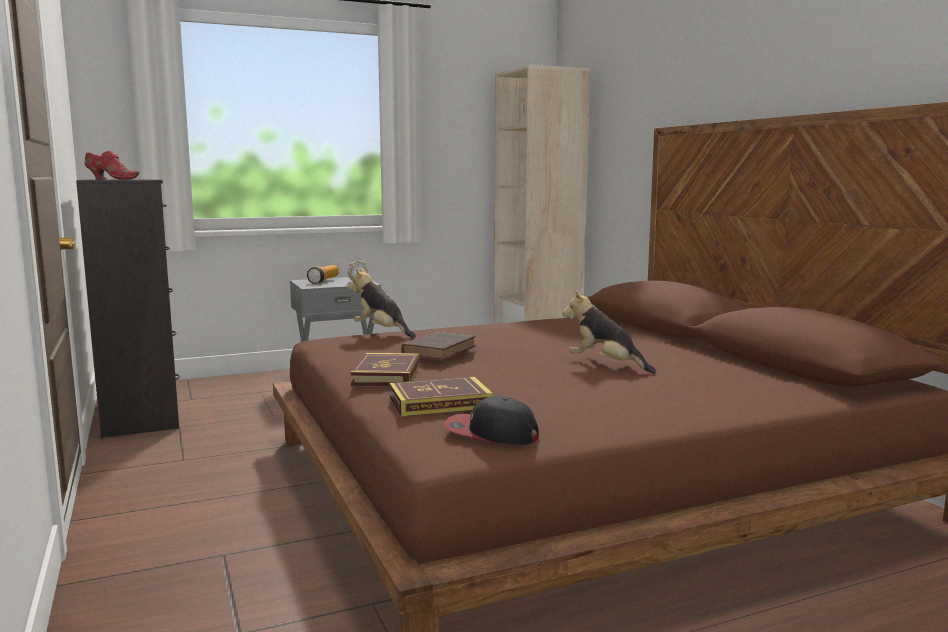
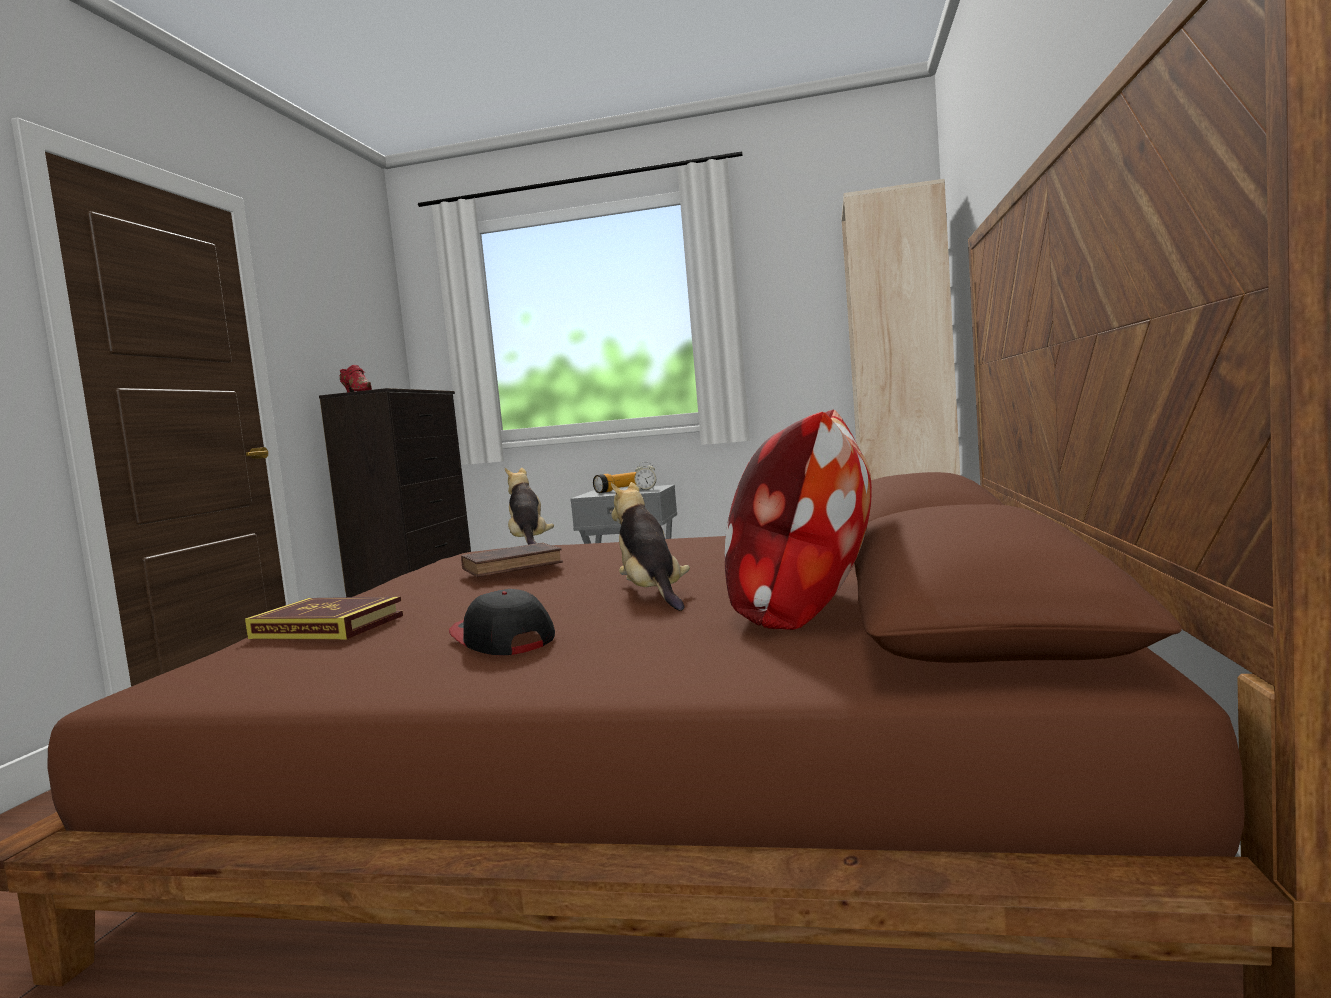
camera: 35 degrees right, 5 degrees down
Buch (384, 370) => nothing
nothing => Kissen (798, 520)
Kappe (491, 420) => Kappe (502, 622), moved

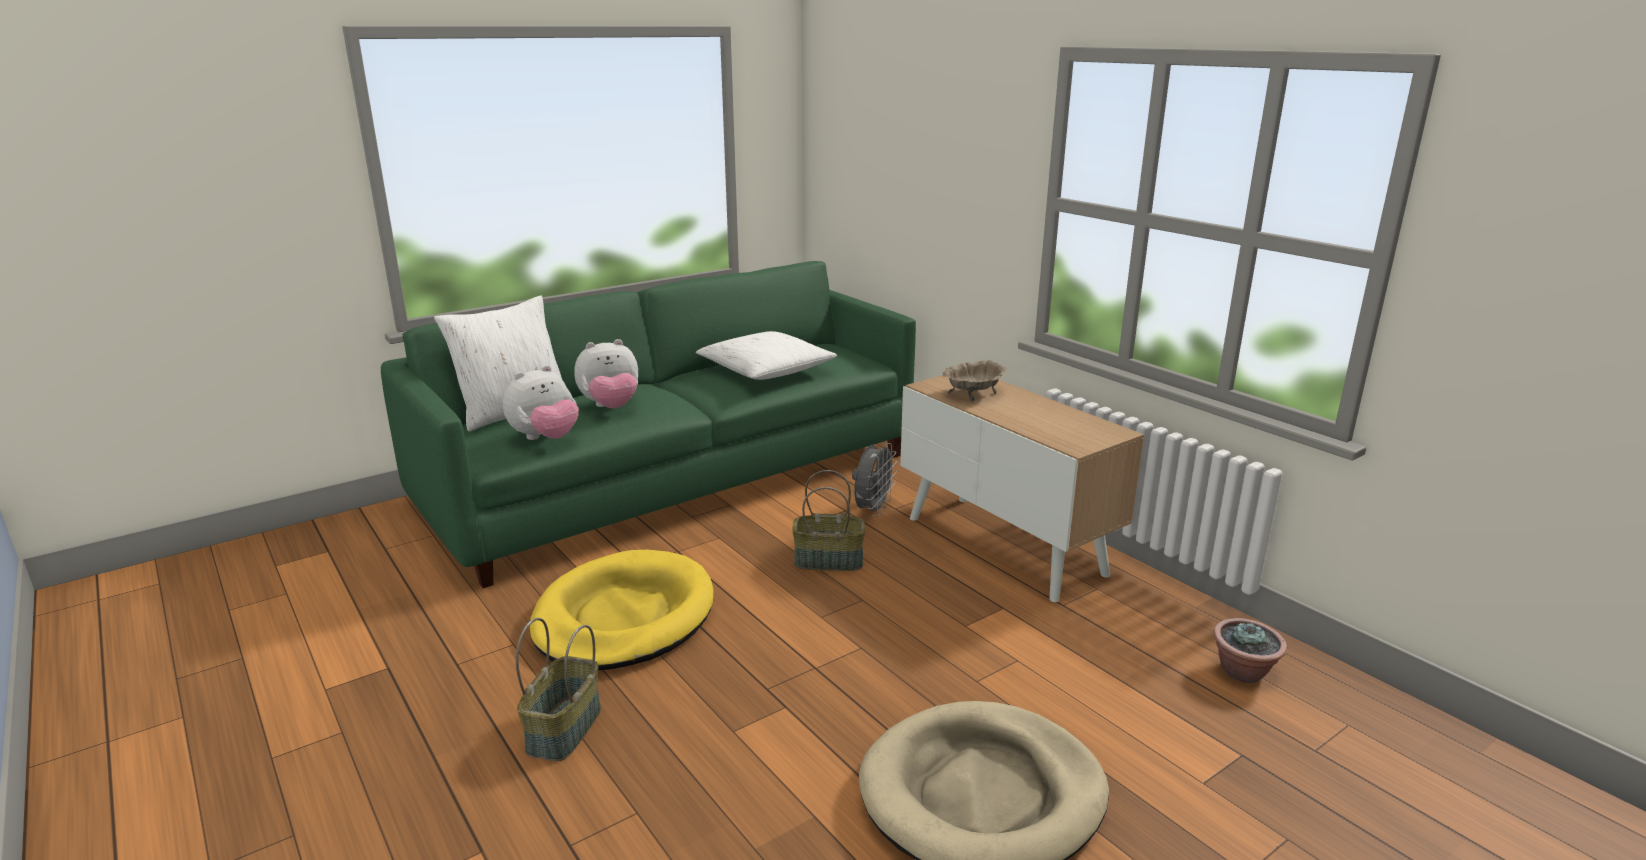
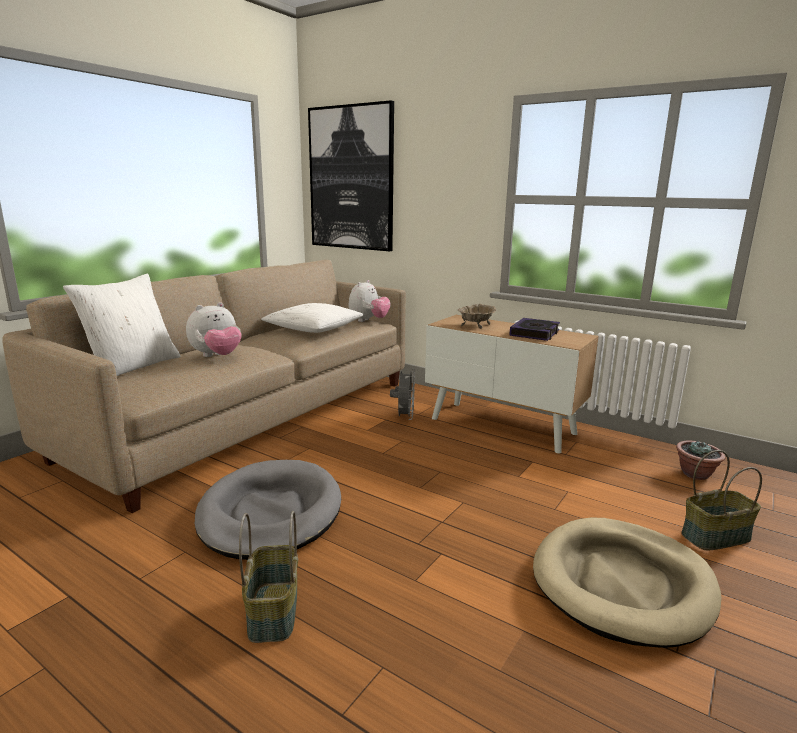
camera: 20 degrees left, 5 degrees down
nothing => Bild (351, 175)
nothing => Buch (534, 329)
Plüschtier (541, 402) => Plüschtier (370, 301), moved
Korb (828, 520) => Korb (721, 500), moved
Sofa/grün (648, 424) => Sofa/beige (204, 386)
Hundebett/gelb (621, 610) => Hundebett/grau (268, 510)

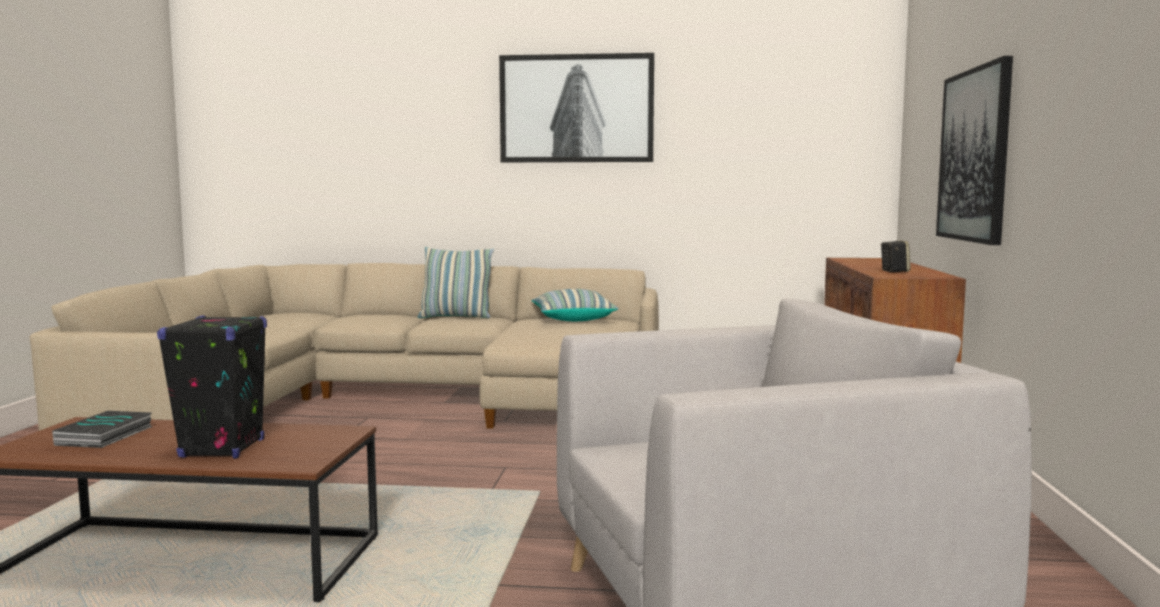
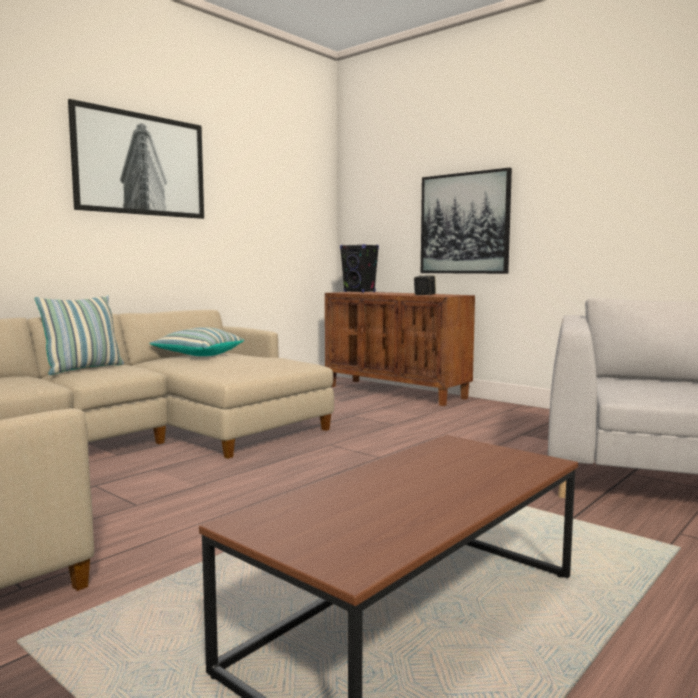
camera: 55 degrees left, 0 degrees up
Buch (102, 429) => nothing
Lautsprecher/schwarz (212, 387) => Lautsprecher/schwarz (359, 268), moved

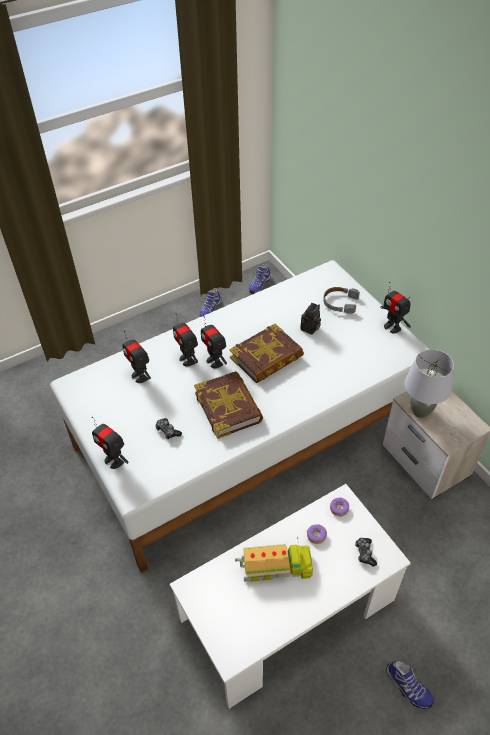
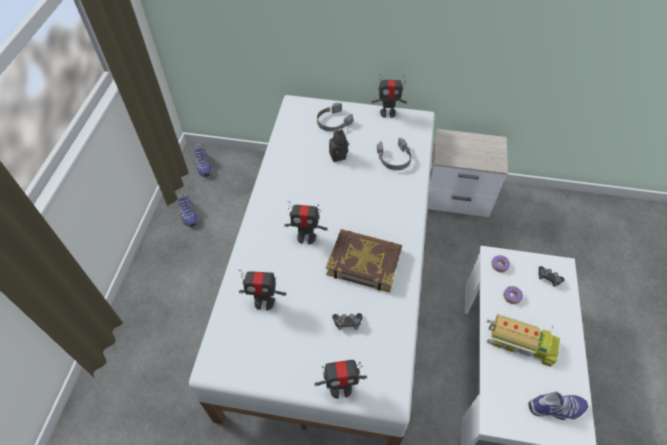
camera: 50 degrees left, 5 degrees up
Spielzeugroboter (185, 339) => nothing
Buch (266, 354) => nothing
Tischlampe/grau (429, 383) => nothing
nothing => Kopfhörer/grau (394, 154)
Schuh (410, 685) => Schuh (558, 406), moved
Spielzeuglaster (274, 559) => Spielzeuglaster (523, 340), 75 degrees clockwise

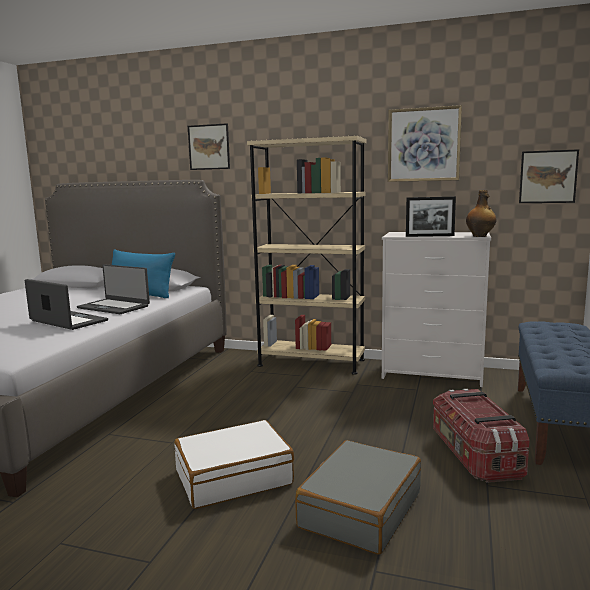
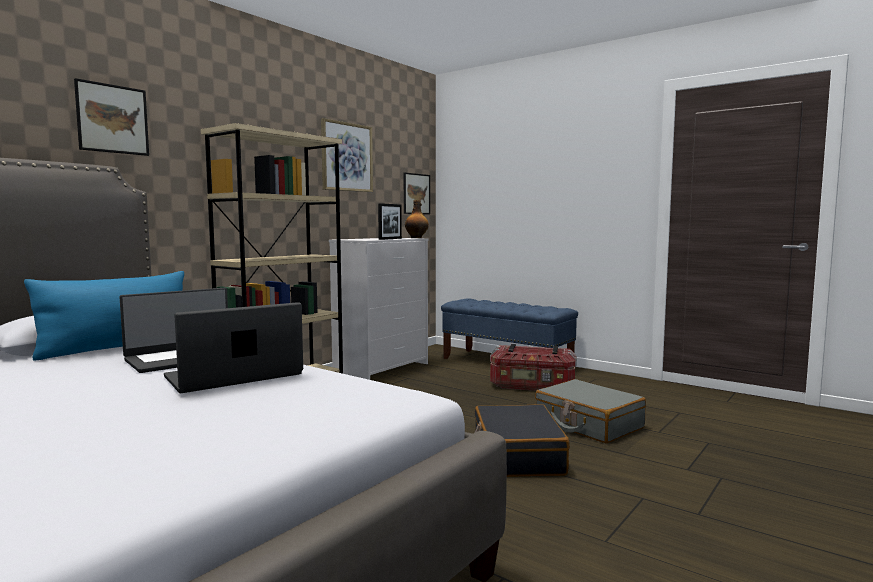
camera: 70 degrees left, 5 degrees down
Koffer/weiß (234, 464) => Koffer/schwarz (522, 441)

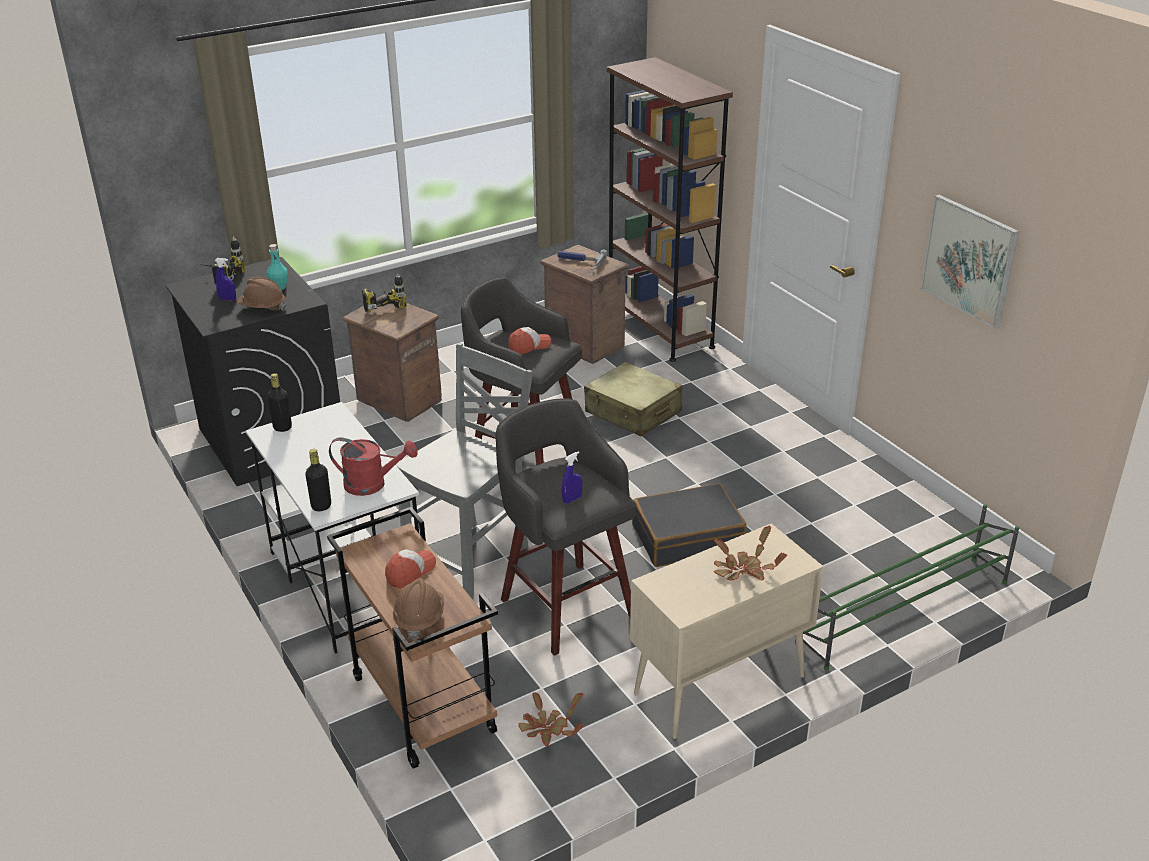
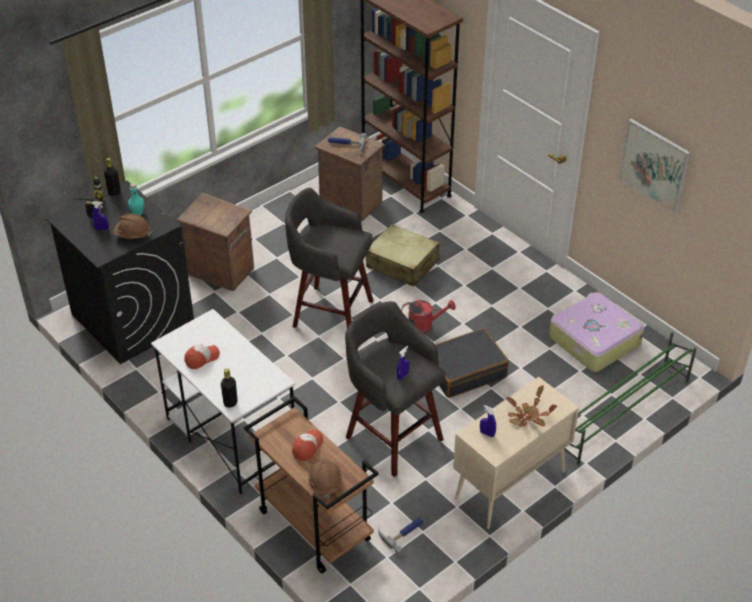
camera: 10 degrees left, 10 degrees up
Bohrmaschine (384, 292) => nothing
Stuhl/grau (464, 471) => nothing
nothing => Sprühflasche/blau (488, 421)
nothing => Koffer (596, 332)
Flasche/schwarz (279, 402) => Flasche/schwarz (112, 176), moved
Gießkanne/rot (373, 466) => Gießkanne/rot (429, 317), moved
Kappe (529, 340) => Kappe (202, 357), moved
Topfpflanze (551, 719) => Hammer (401, 536)

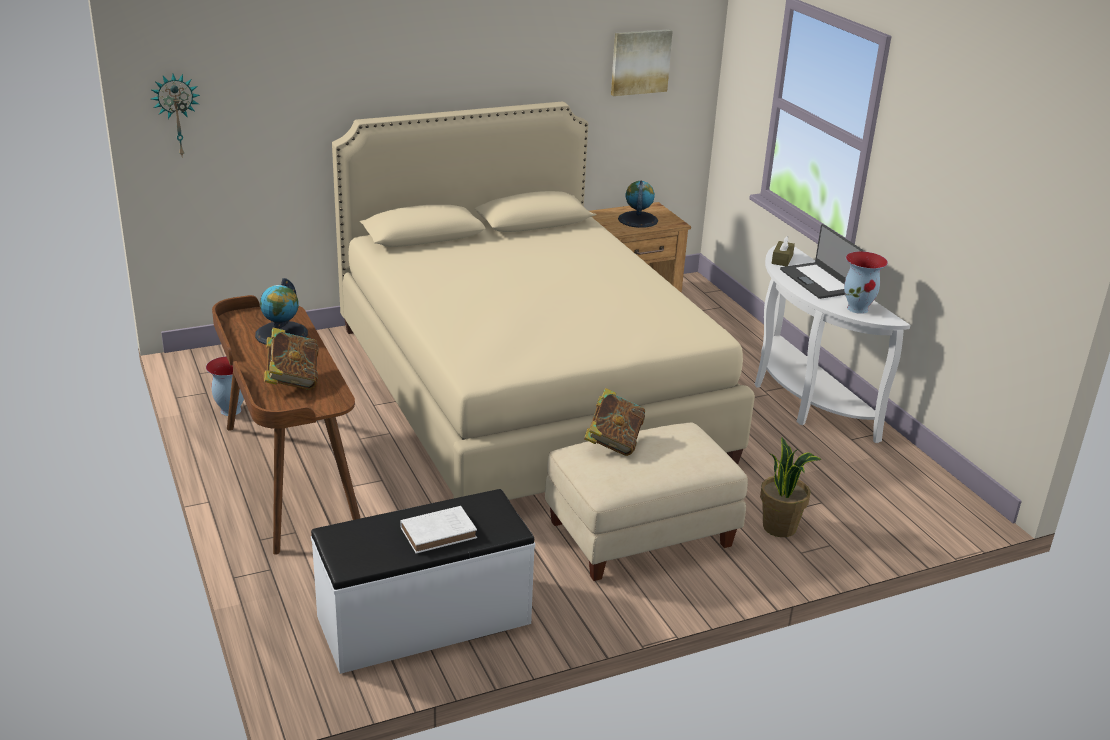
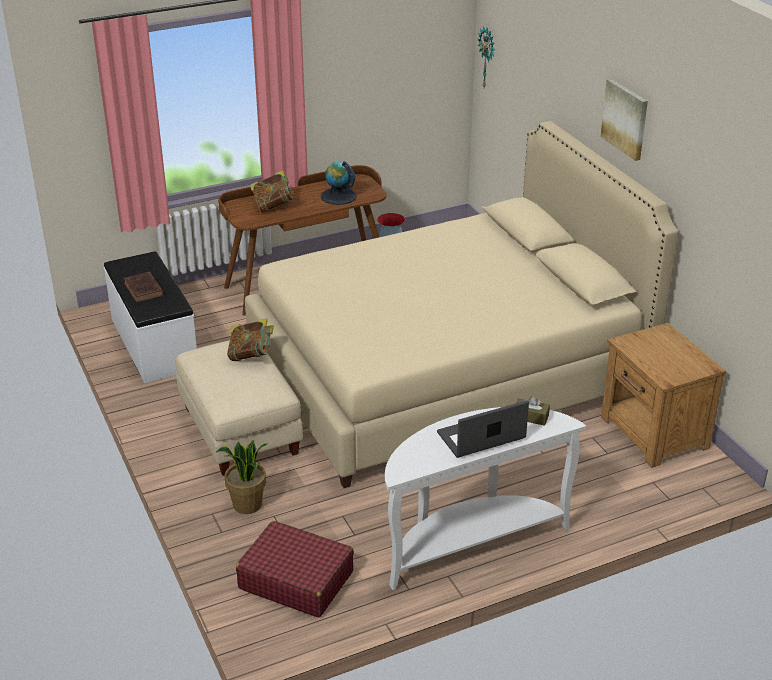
camera: 90 degrees right, 5 degrees up
Globus (638, 204) => nothing
Vase (866, 282) => nothing
nothing => Koffer/rot (295, 569)
Bild (642, 62) => Bild (624, 120), moved
Buch/weiß (438, 530) => Buch/braun (144, 287)

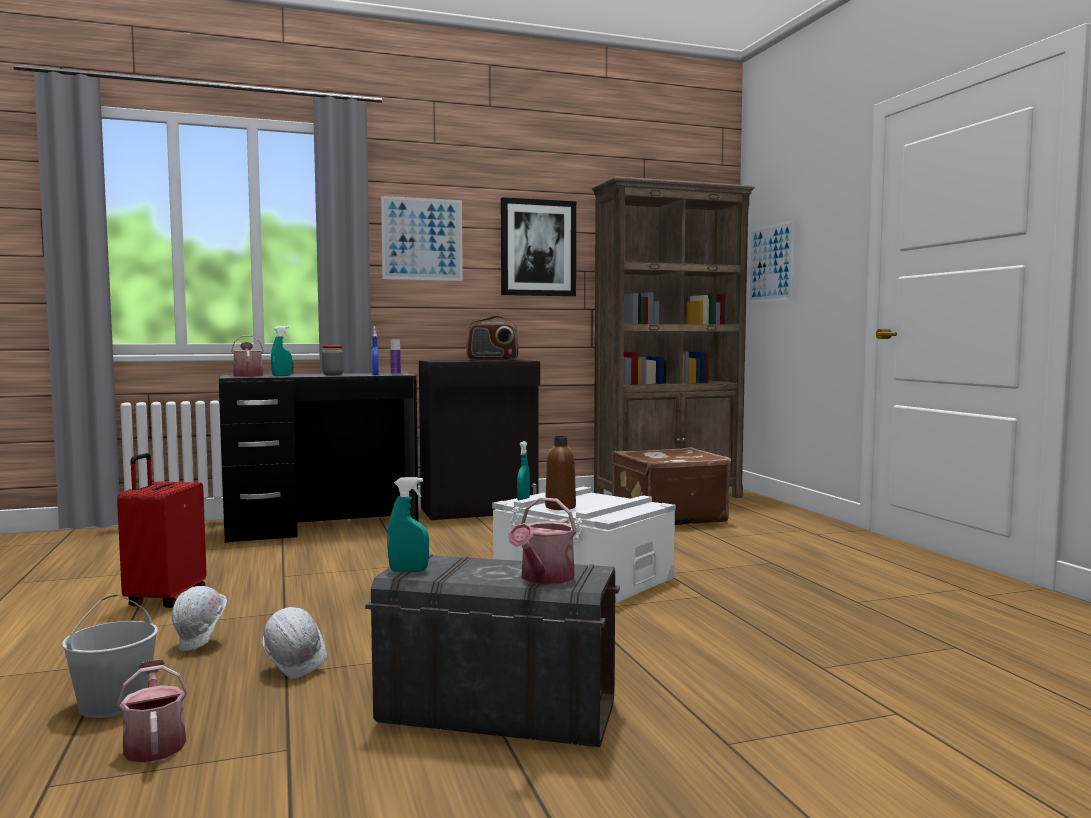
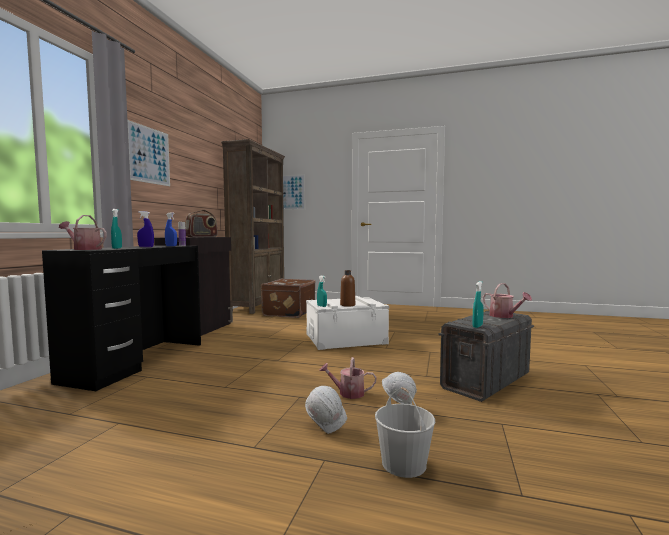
camera: 55 degrees left, 0 degrees up
Koffer/rot (162, 530) => nothing
Bild (538, 246) => nothing
Gießkanne (152, 711) => Gießkanne (348, 378), moved
Vorratsglas (332, 360) => Sprühflasche/blau (145, 229)

